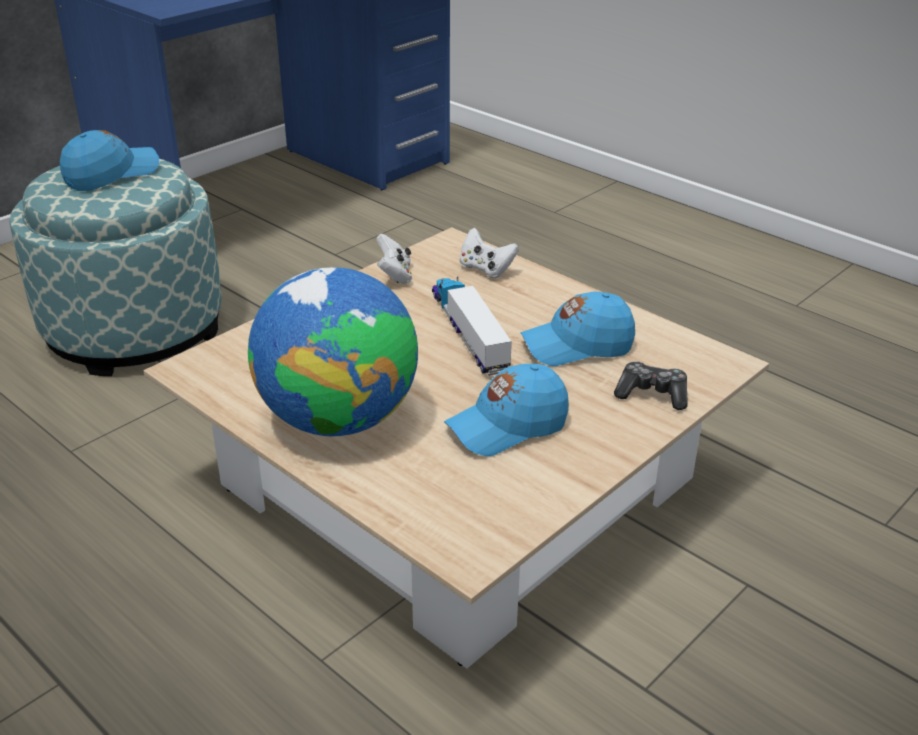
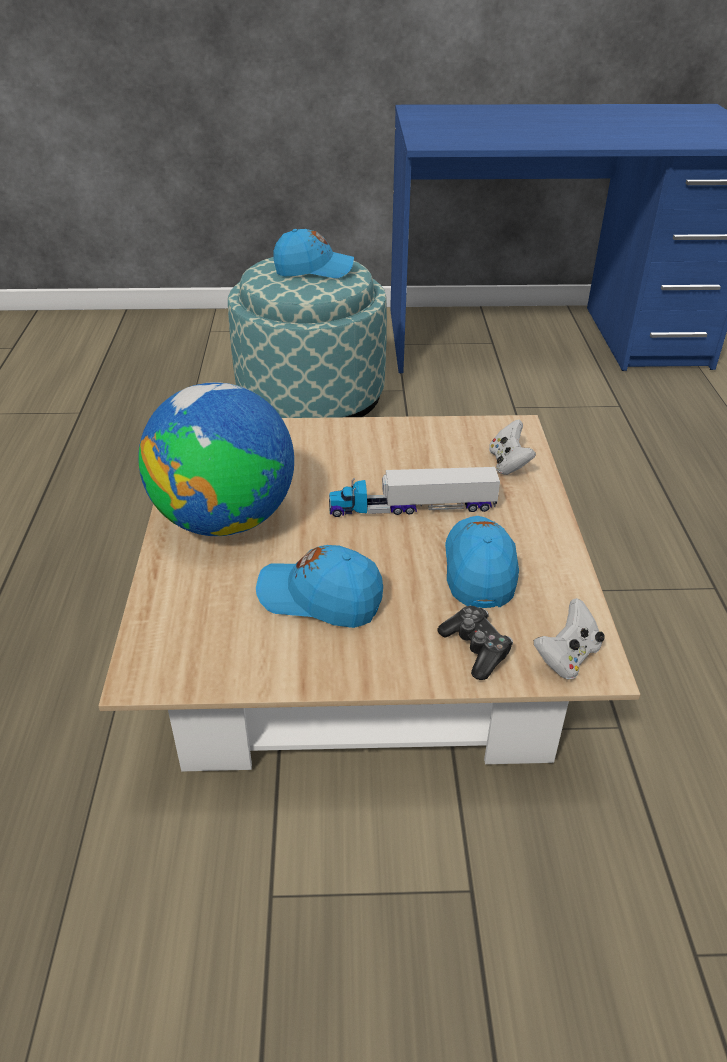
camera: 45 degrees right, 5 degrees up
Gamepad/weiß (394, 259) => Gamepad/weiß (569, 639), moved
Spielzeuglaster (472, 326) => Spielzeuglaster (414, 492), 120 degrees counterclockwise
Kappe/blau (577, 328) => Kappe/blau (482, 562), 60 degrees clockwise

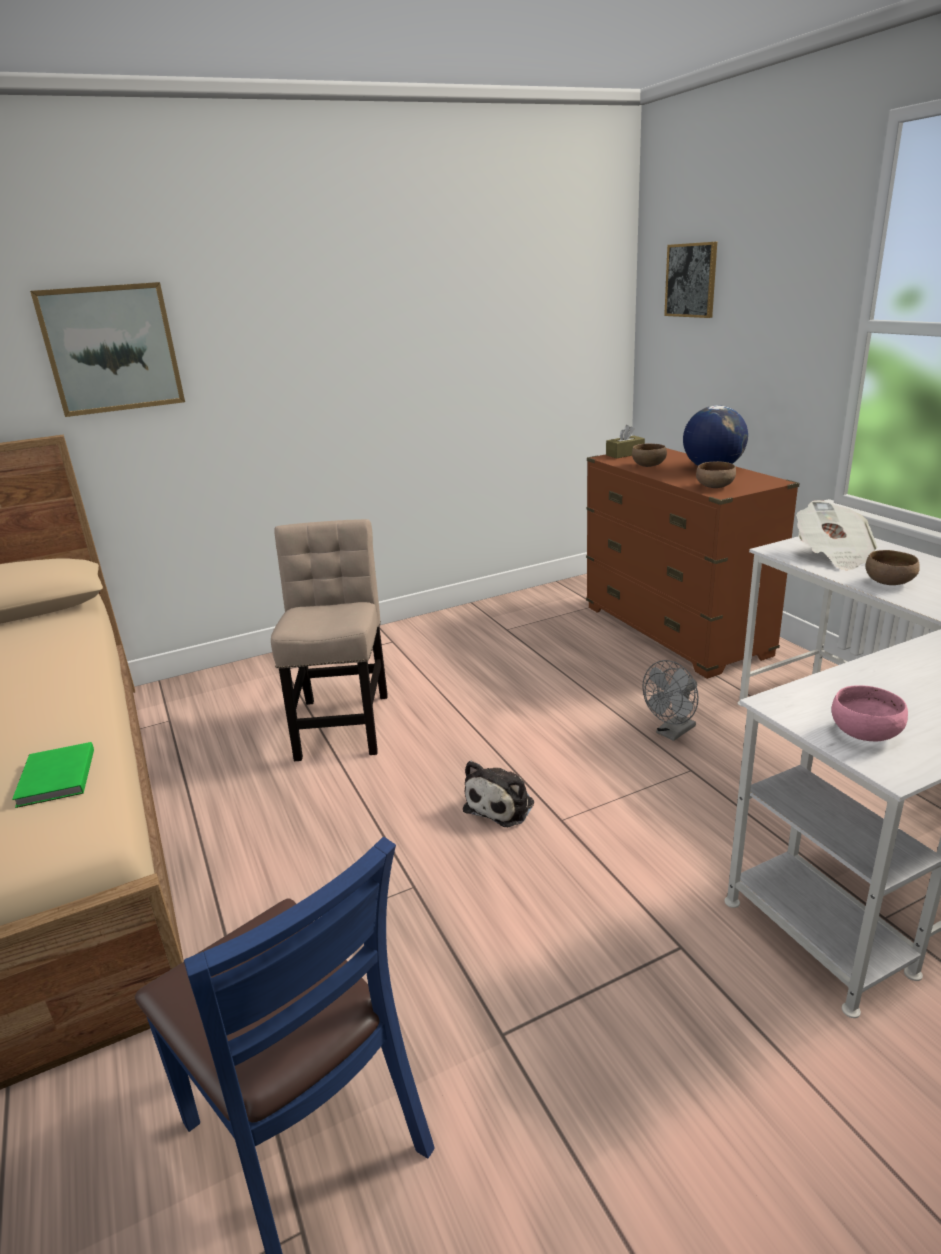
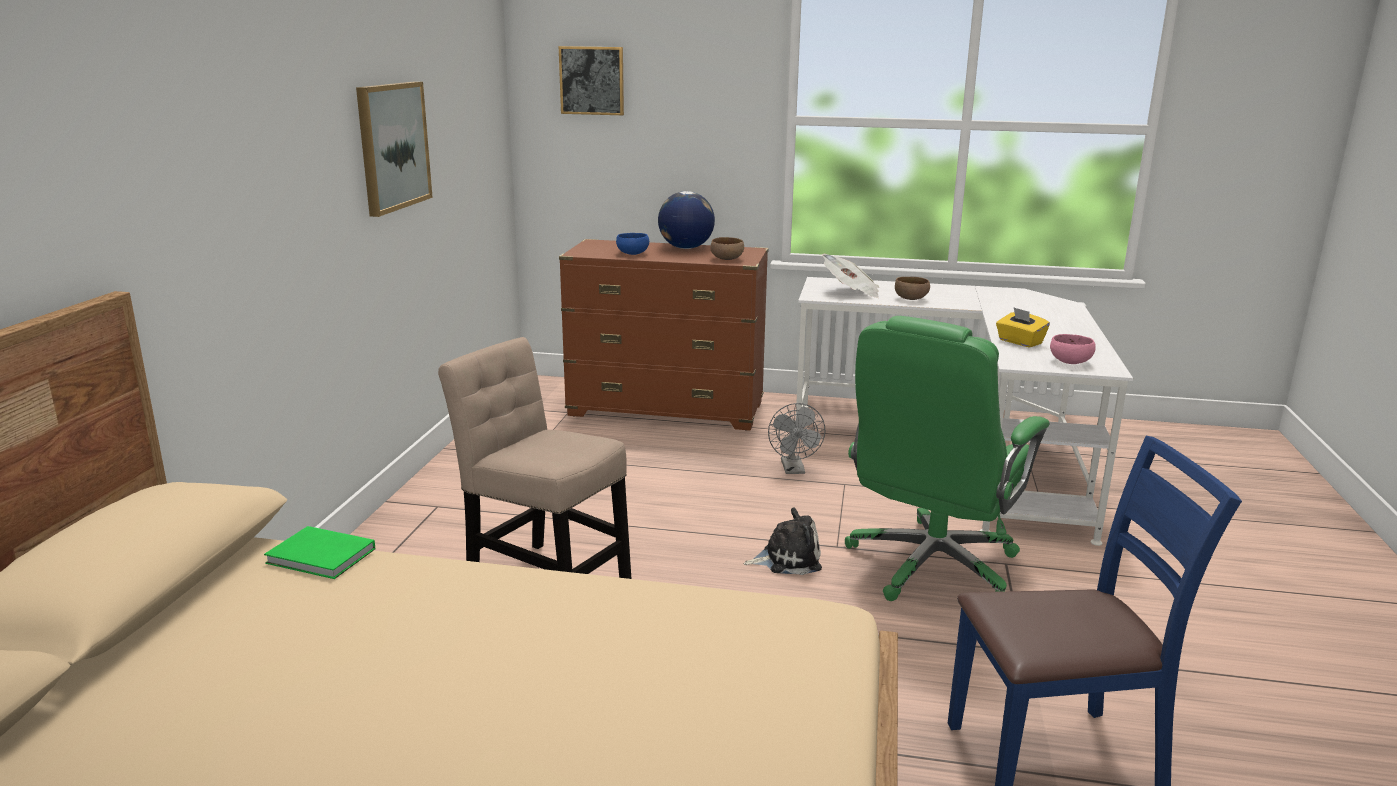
camera: 55 degrees left, 5 degrees down
Taschentuchbox/braun (625, 442) => nothing
nothing => Bürostuhl/grün (947, 458)
nothing => Taschentuchbox/gelb (1023, 327)
Buch/grün (53, 775) => Buch/grün (319, 552), moved
Bild (107, 349) => Bild (394, 149), moved
Schüssel/braun (649, 455) => Schüssel/blau (632, 244)
Plüschtier (498, 794) => Plüschtier (783, 541), 75 degrees counterclockwise

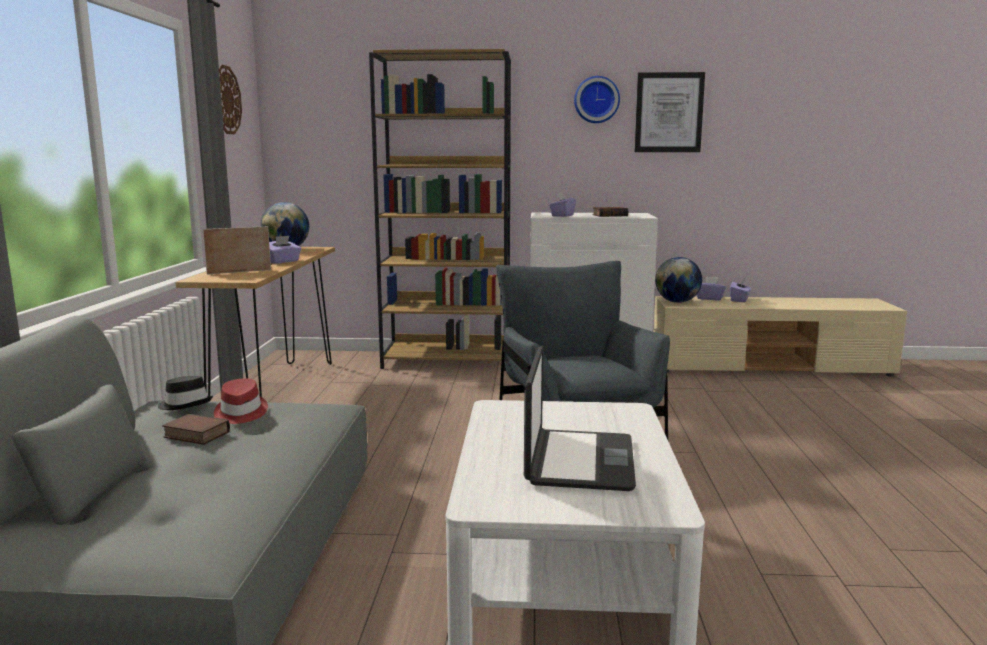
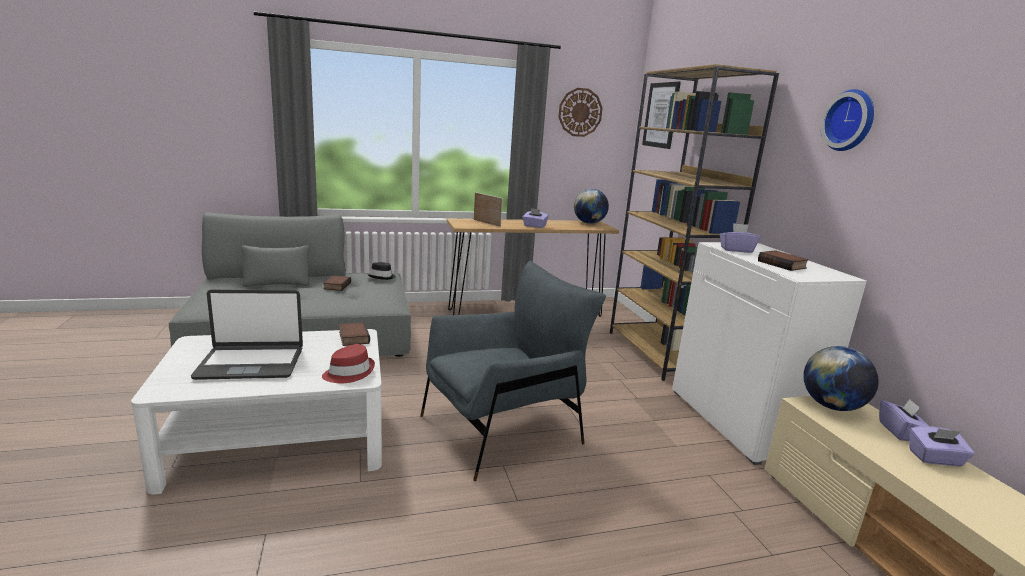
camera: 70 degrees right, 5 degrees up
nothing => Buch (354, 334)
Hut/rot (241, 401) => Hut/rot (348, 363), moved
Bild (670, 112) => Bild (661, 115), moved

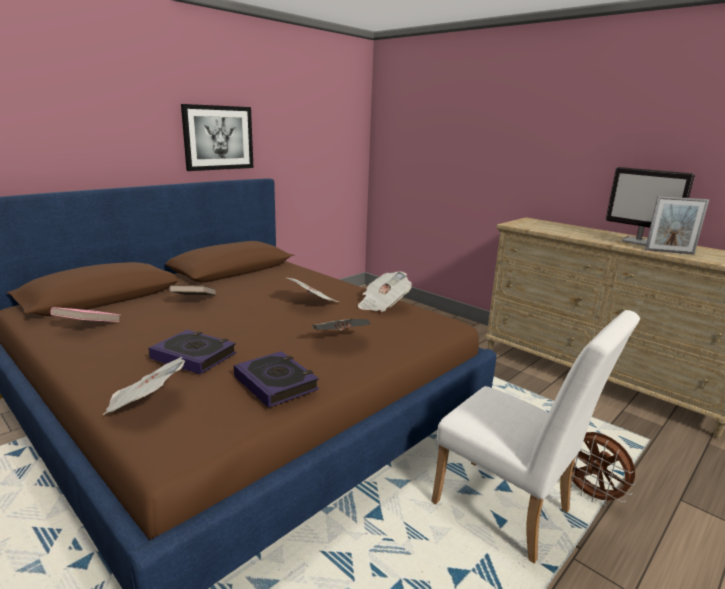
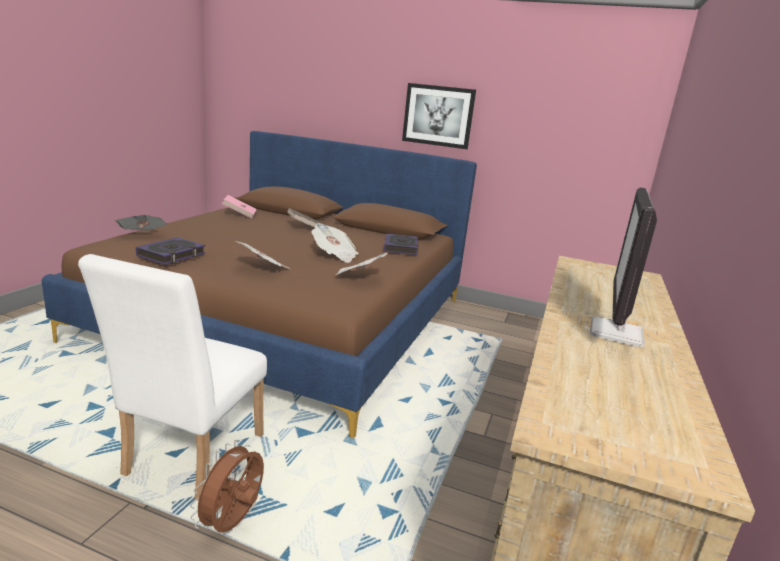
camera: 65 degrees right, 0 degrees up
Bilderrahmen (677, 225) => nothing
Buch (192, 352) => Buch (401, 244), moved

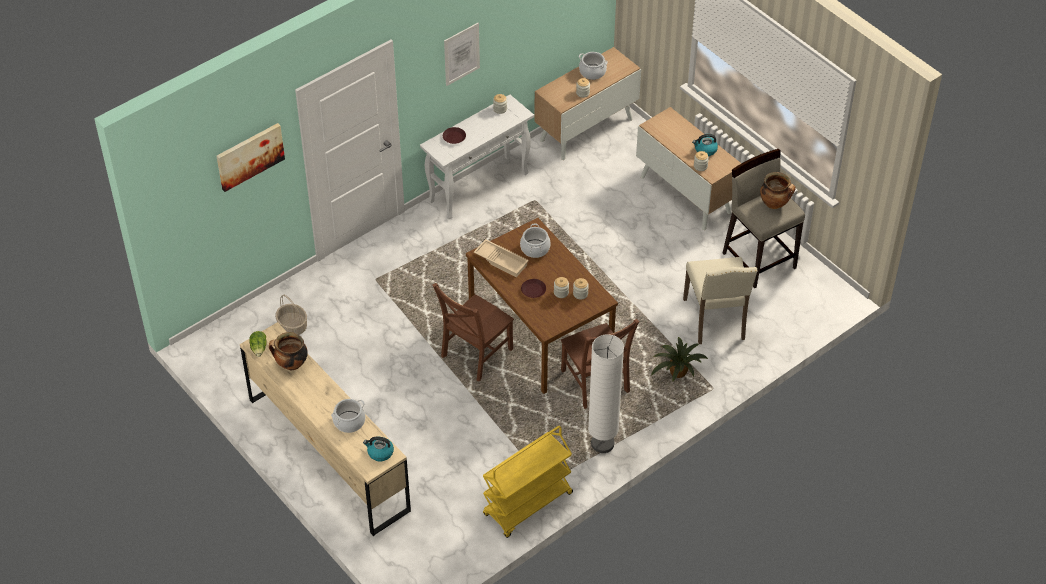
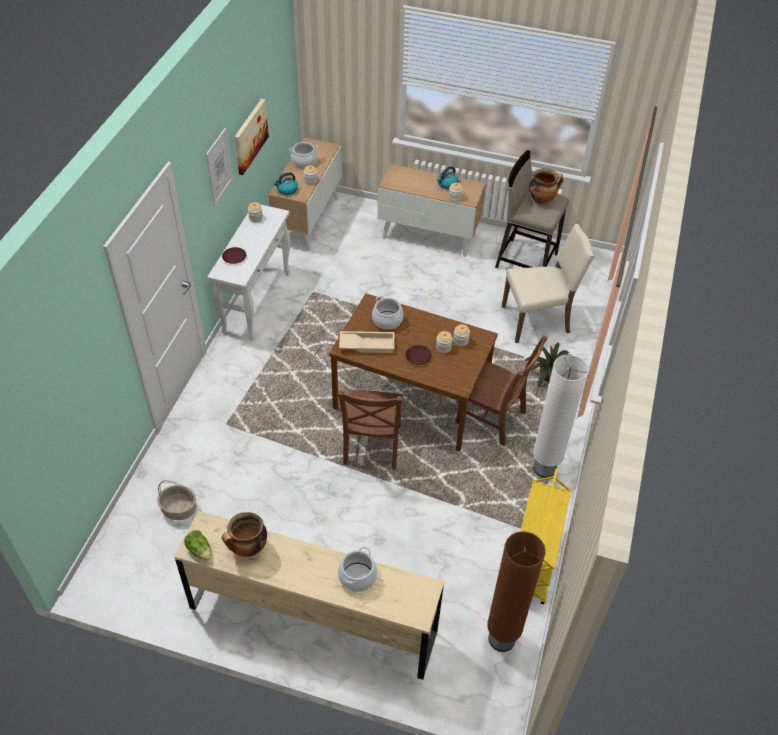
camera: 35 degrees left, 0 degrees up
nothing => Stehlampe/braun (516, 591)
Bild (251, 157) => Bild (251, 137), moved
Wasserkessel (378, 448) => Wasserkessel (285, 183), moved
Stuhl/beige (720, 300) => Stuhl/beige (548, 283), 60 degrees counterclockwise

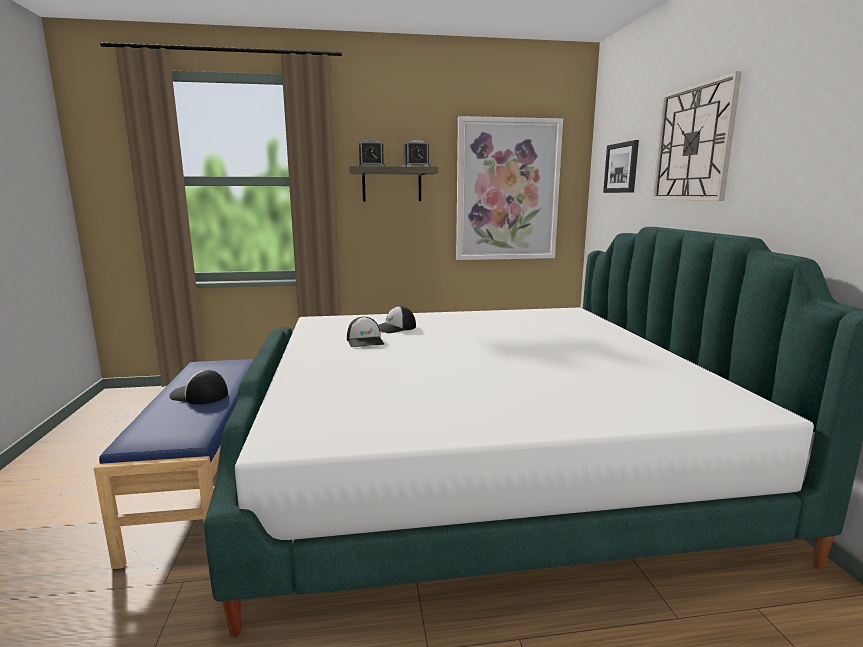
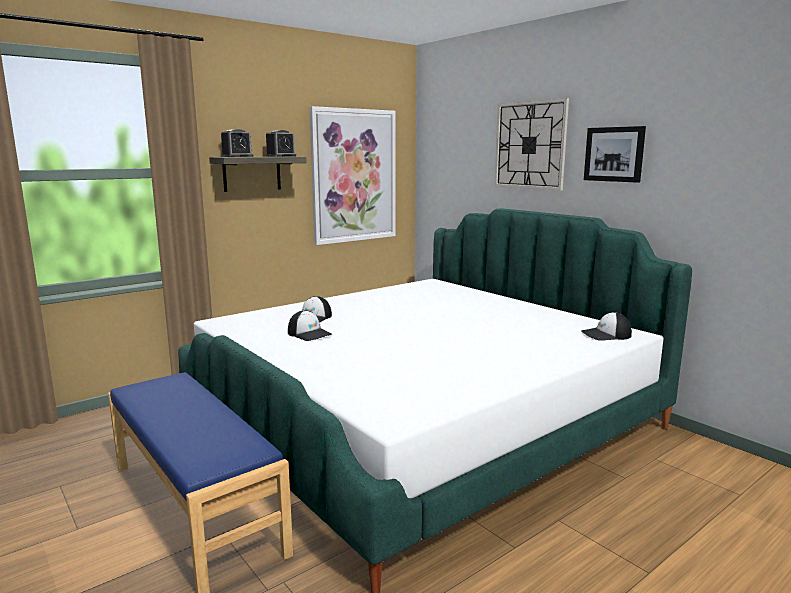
camera: 30 degrees left, 0 degrees up
Kappe (198, 387) => Kappe (606, 326), moved
Bild (621, 166) => Bild (615, 154), moved

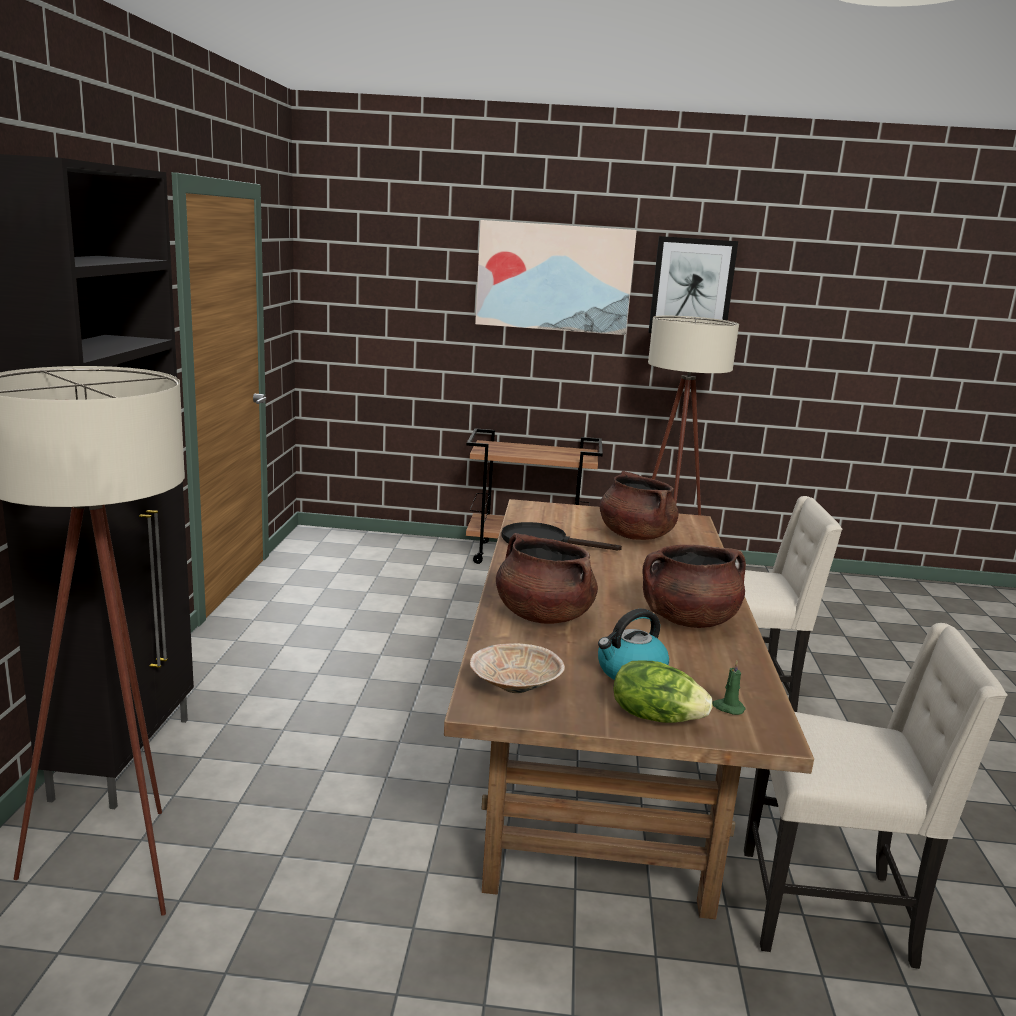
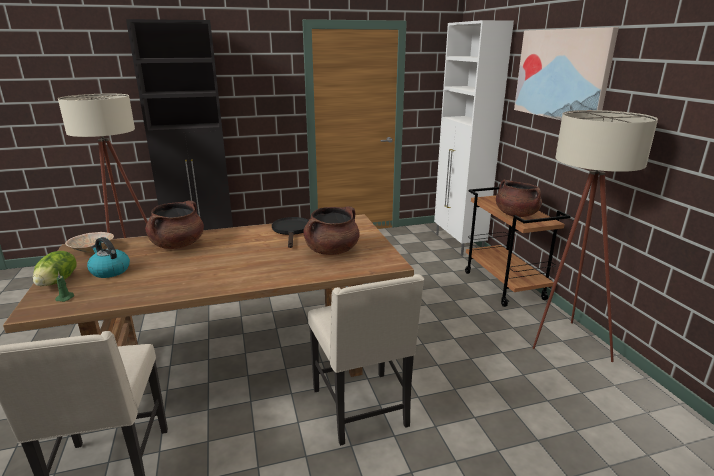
camera: 70 degrees right, 5 degrees up
Bild (693, 284) => nothing
nothing => Schrank/weiß (474, 138)
Kochtopf/braun (694, 586) => Kochtopf/braun (519, 198), moved

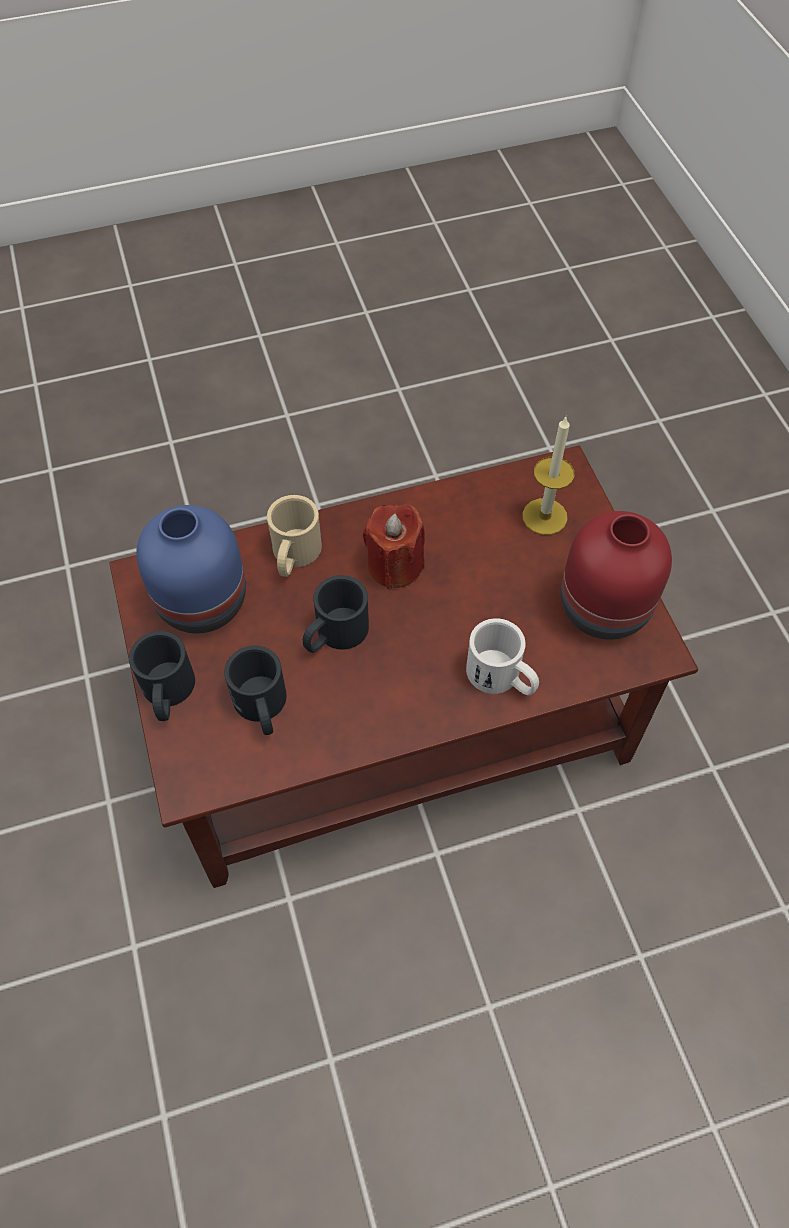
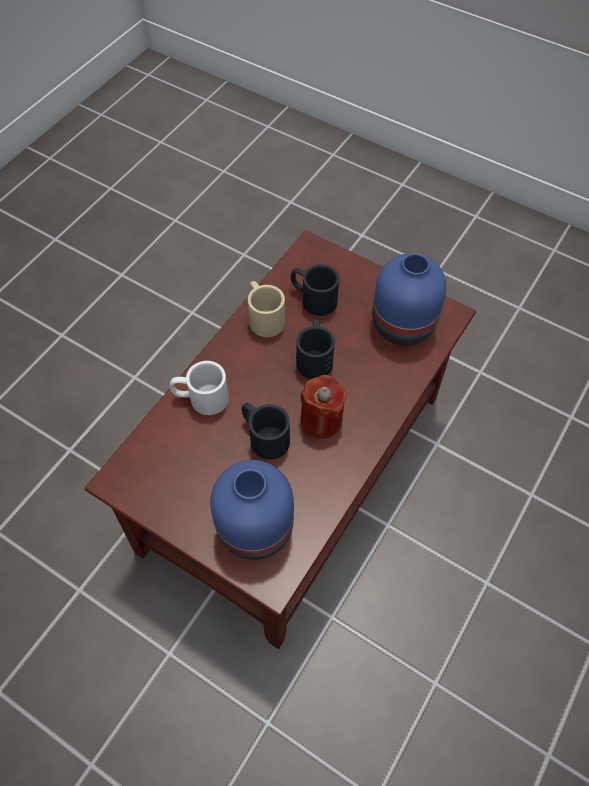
camera: 140 degrees right, 0 degrees up
Vase/rot (616, 575) => nothing
Henkelbecher/schwarz (162, 676) => Henkelbecher/schwarz (266, 431), moved
Henkelbecher/beige (294, 536) => Henkelbecher/beige (266, 309), moved
Kerze (548, 476) => Vase/blau (252, 510)

